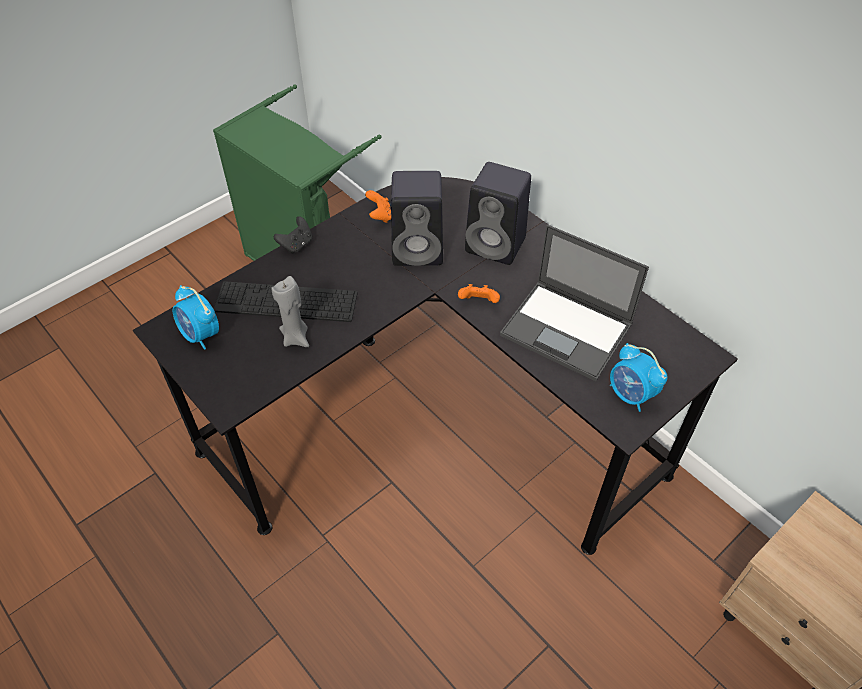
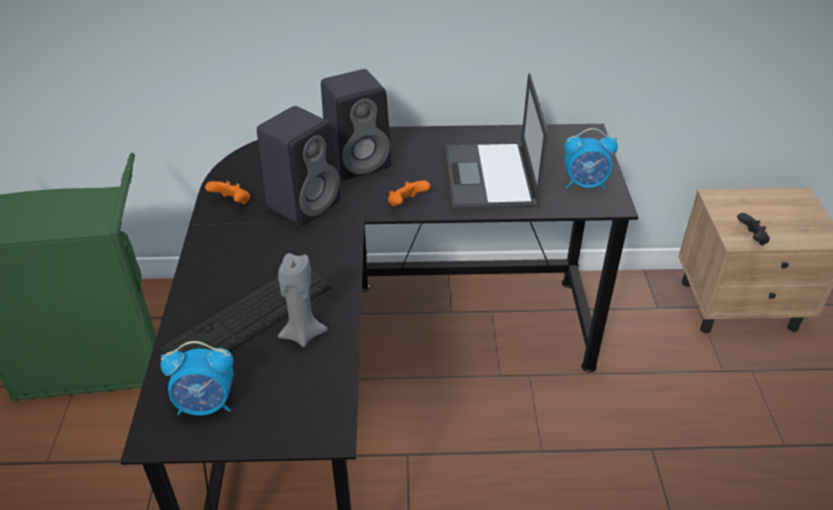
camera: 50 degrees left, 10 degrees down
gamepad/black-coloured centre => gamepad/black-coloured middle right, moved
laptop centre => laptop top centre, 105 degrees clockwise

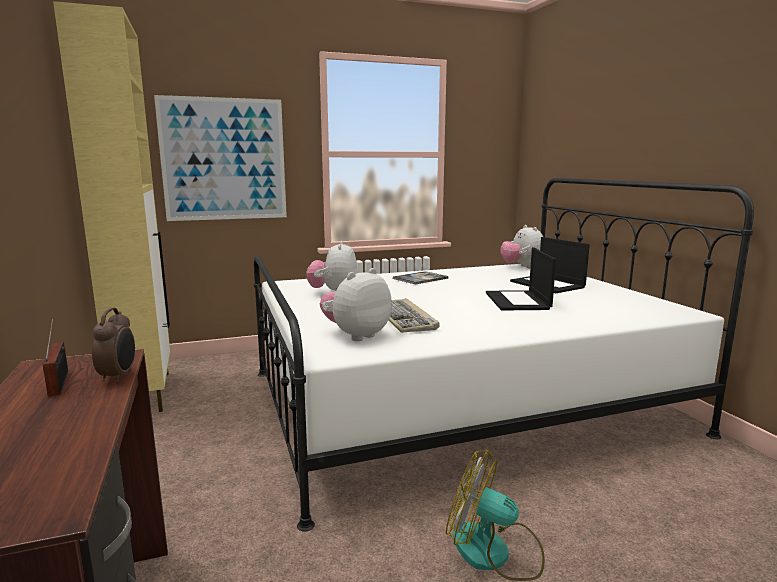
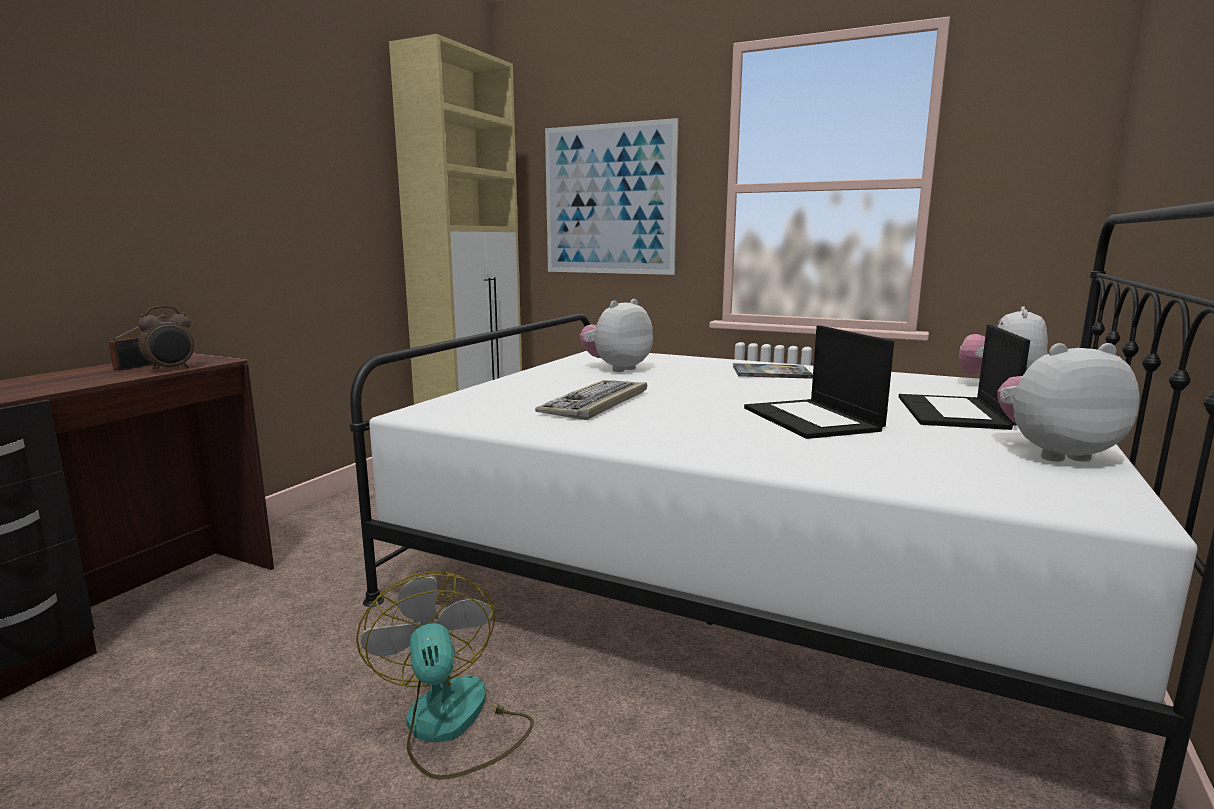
camera: 45 degrees right, 0 degrees up
laptop (1st from left) middle right, 60 degrees counterclockwise
plush toy (2nd from left in the first image) centre => plush toy (3rd from left) middle right, moved

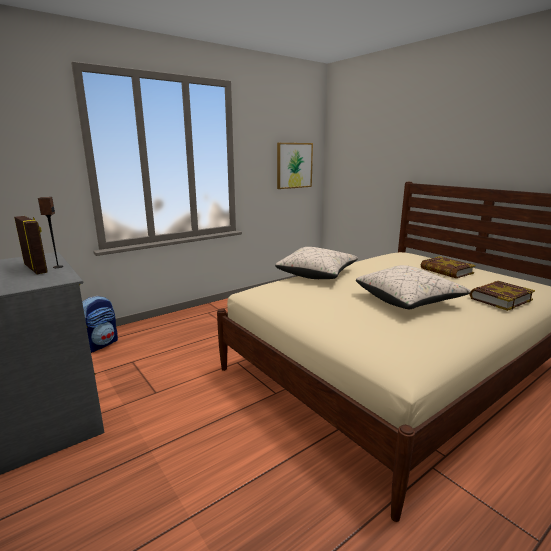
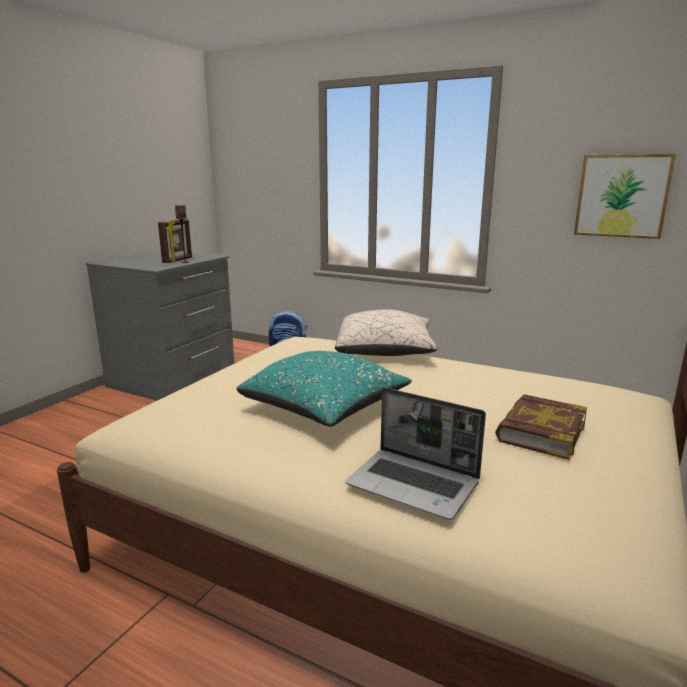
camera: 65 degrees right, 0 degrees up
pillow/beige-coloured (2nd from left) middle right => pillow/blue-green centre
book (2nd from left) middle right => laptop centre

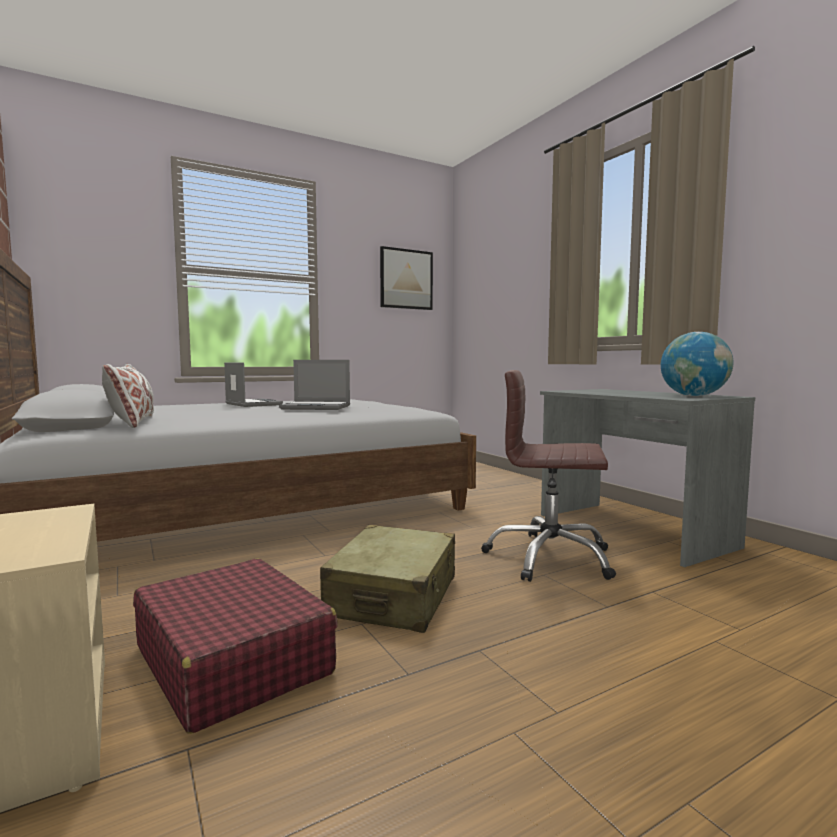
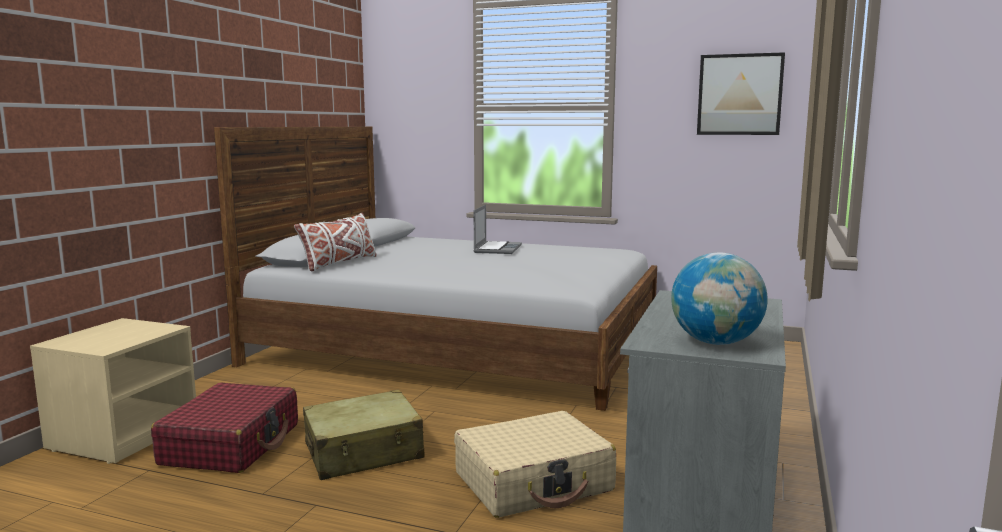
camera: 50 degrees right, 5 degrees up
laptop (2nd from left) centre => nothing
desk chair/brownish centre => travel case/beige-coloured (2nd from left) bottom centre

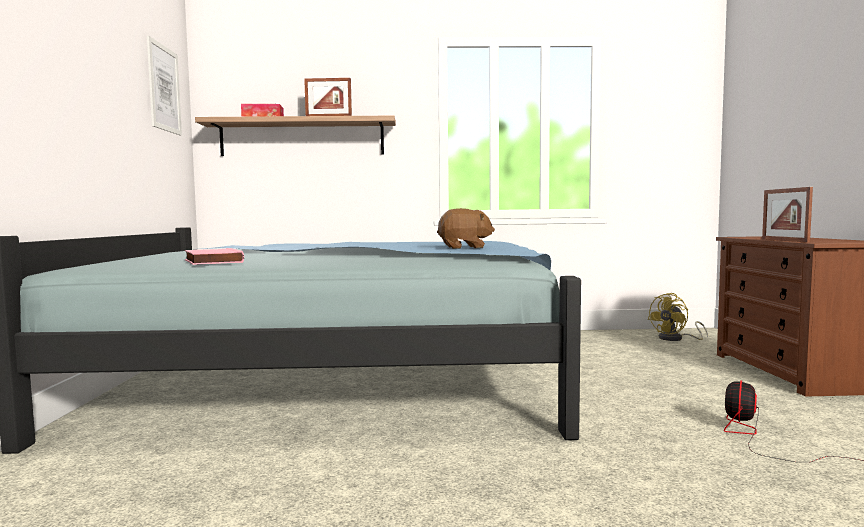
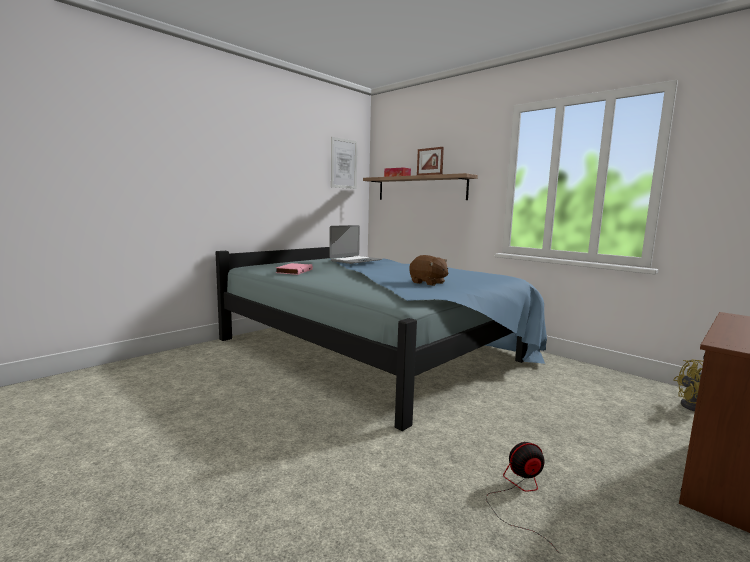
camera: 45 degrees right, 5 degrees up
picture frame (2nd from left) middle right => nothing
nothing => laptop centre

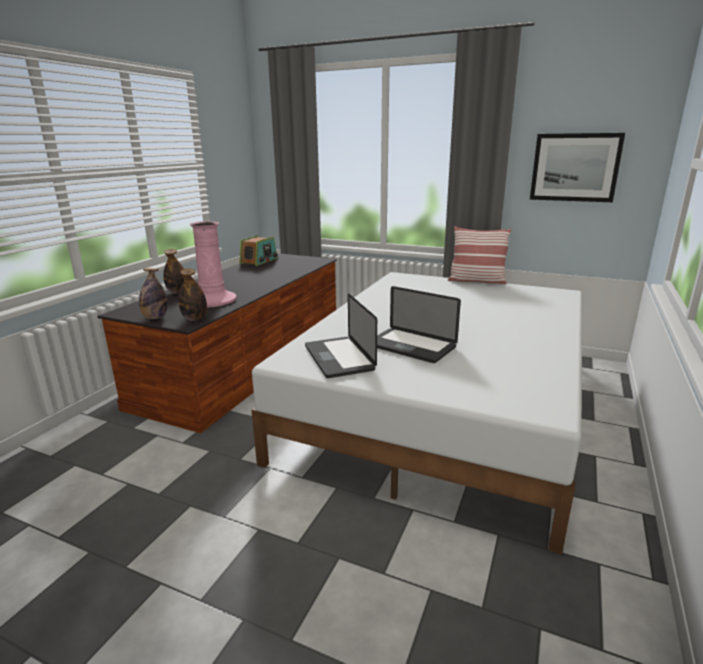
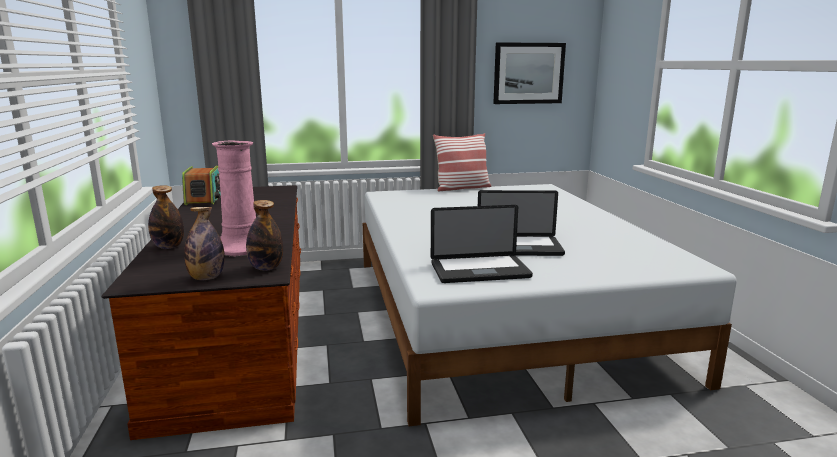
camera: 35 degrees left, 5 degrees down
laptop (1st from left) centre, 45 degrees counterclockwise

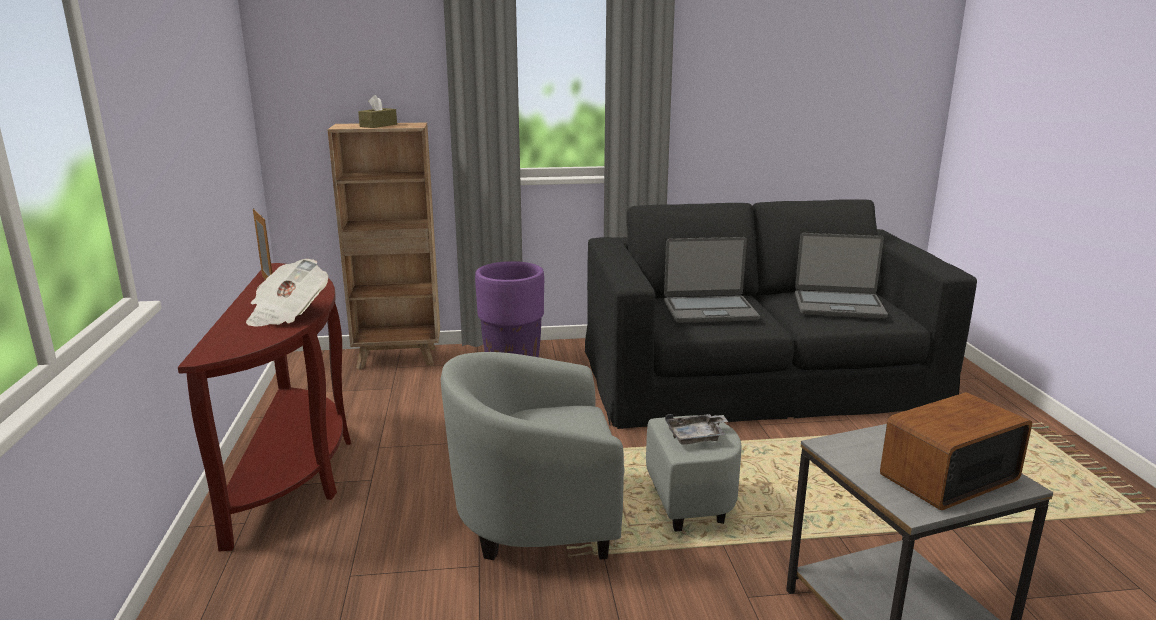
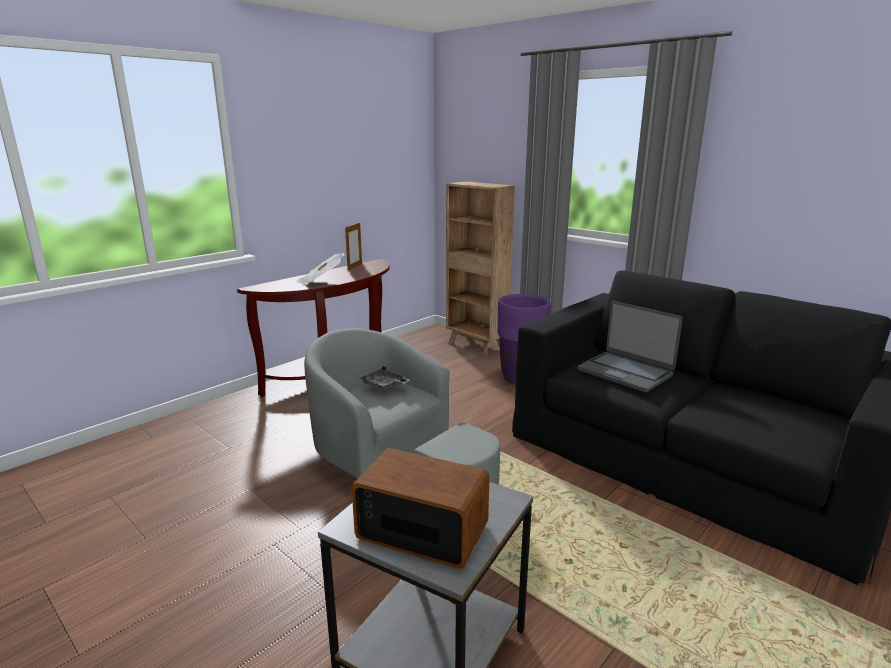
camera: 50 degrees right, 0 degrees up
box of tissues/brownish top left => nothing
laptop (2nd from left) middle right => nothing
carrying tray/greyish bottom centre => carrying tray/greyish centre, moved

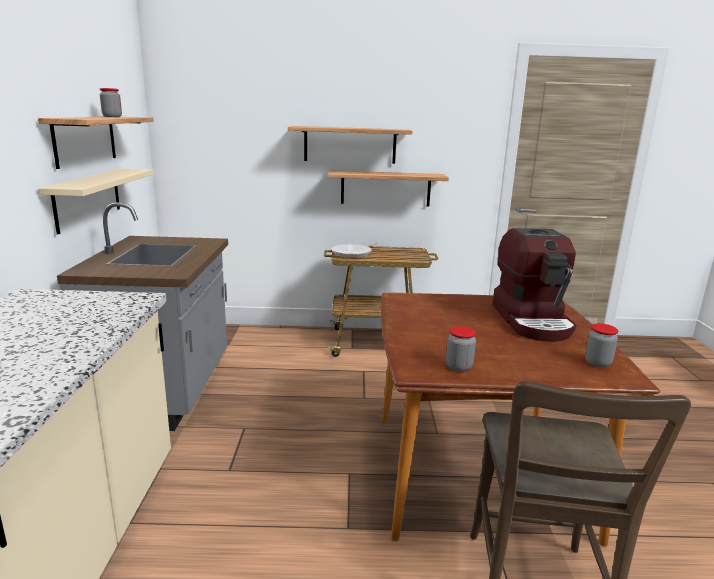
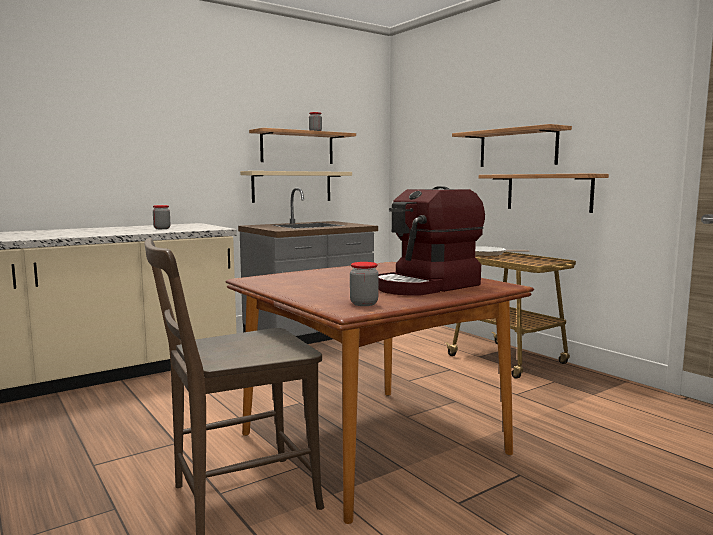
camera: 55 degrees right, 10 degrees down
preserve jar (2nd from left in the first image) centre => preserve jar (1st from left) middle left, moved

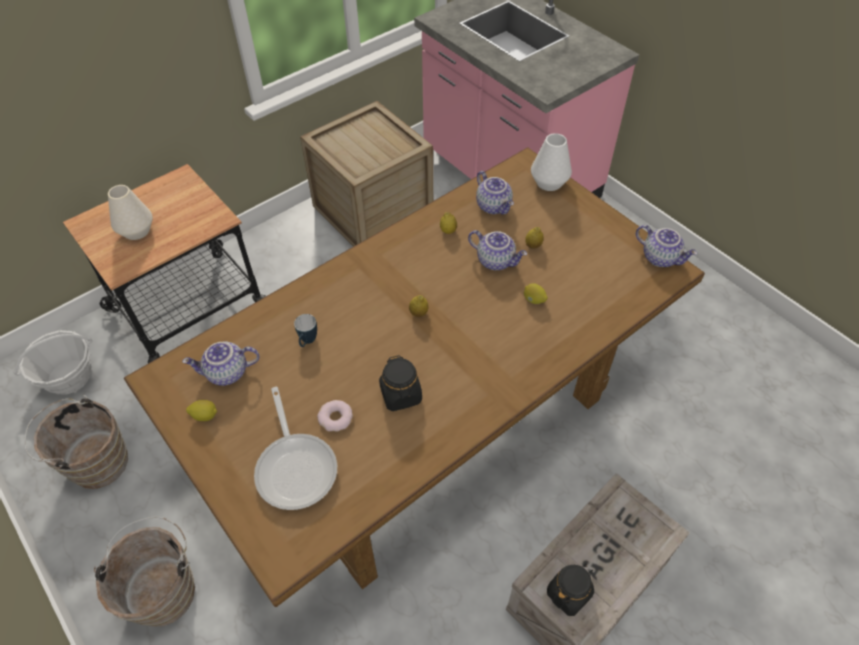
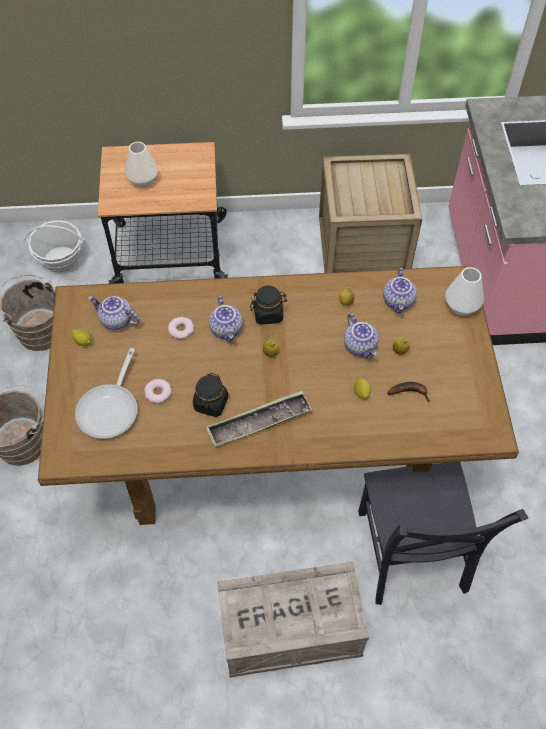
camera: 35 degrees right, 5 degrees up
tea pot (4th from left in the first image) middle right => tea pot (2nd from left) centre, moved
tea mug centre => doughnut (2nd from left) middle left
preserve jar/black-coloured (2nd from left) bottom centre => preserve jar/black-coloured (2nd from left) centre, moved
nothing => banana fruit middle right
nothing => carrying tray centre
nothing => upright chair/black-coloured bottom right

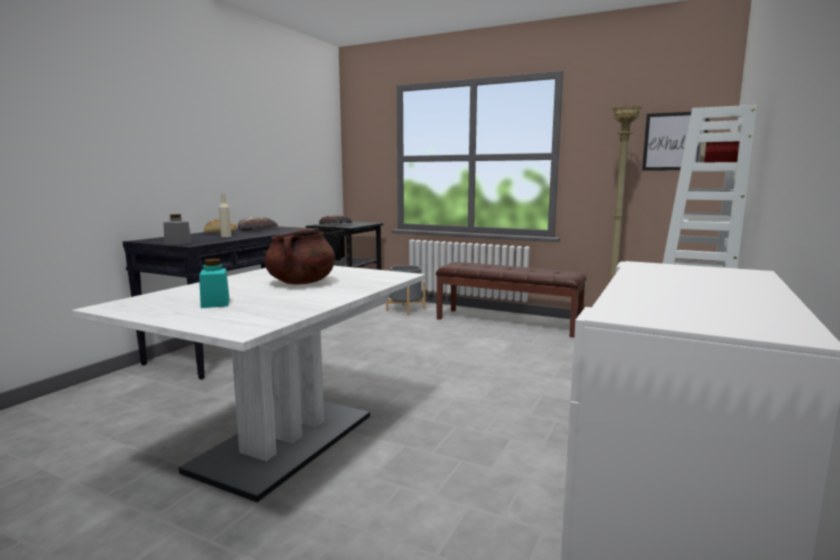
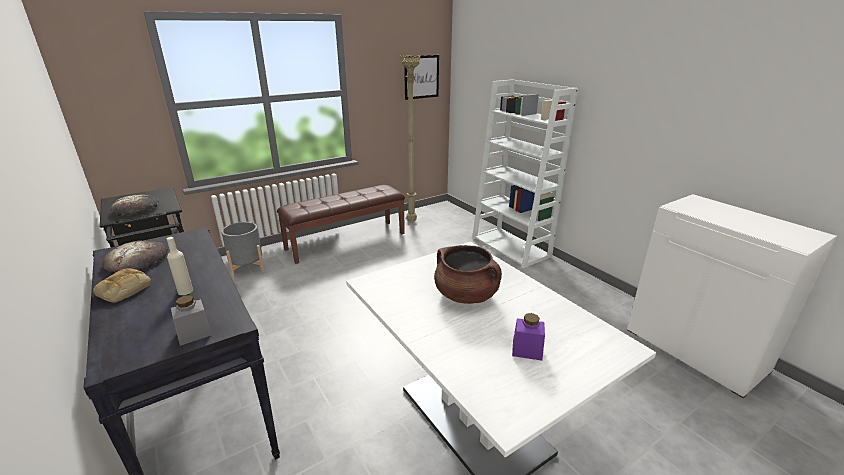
camera: 60 degrees left, 15 degrees up
preserve jar/blue-green middle left => preserve jar/purplish bottom centre

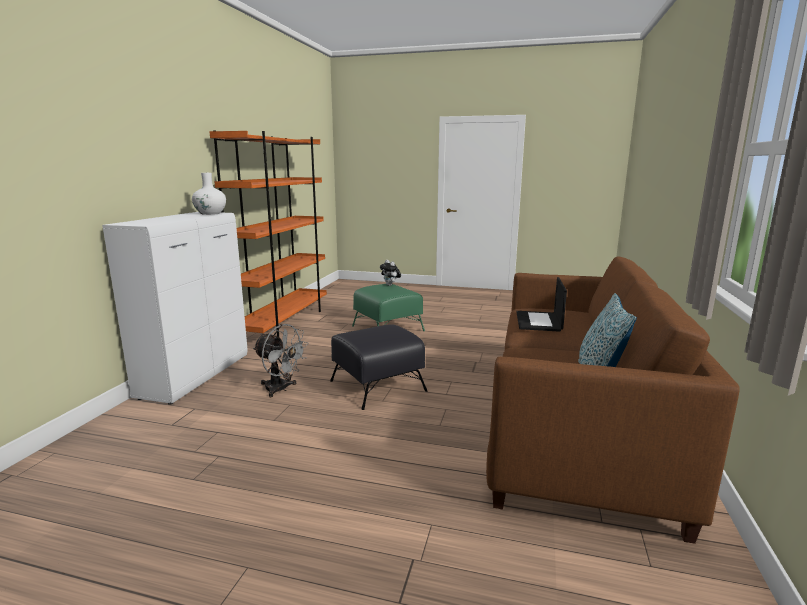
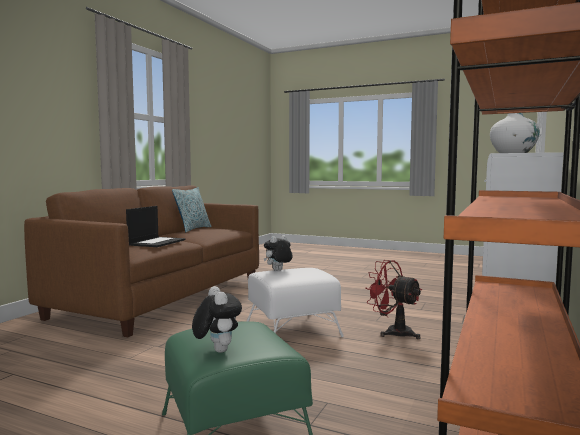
camera: 170 degrees left, 10 degrees down
fan/greyish centre => fan/red bottom right
ottoman/black-coloured centre => ottoman/whitish bottom centre
nothing => plush toy (2nd from left) centre

